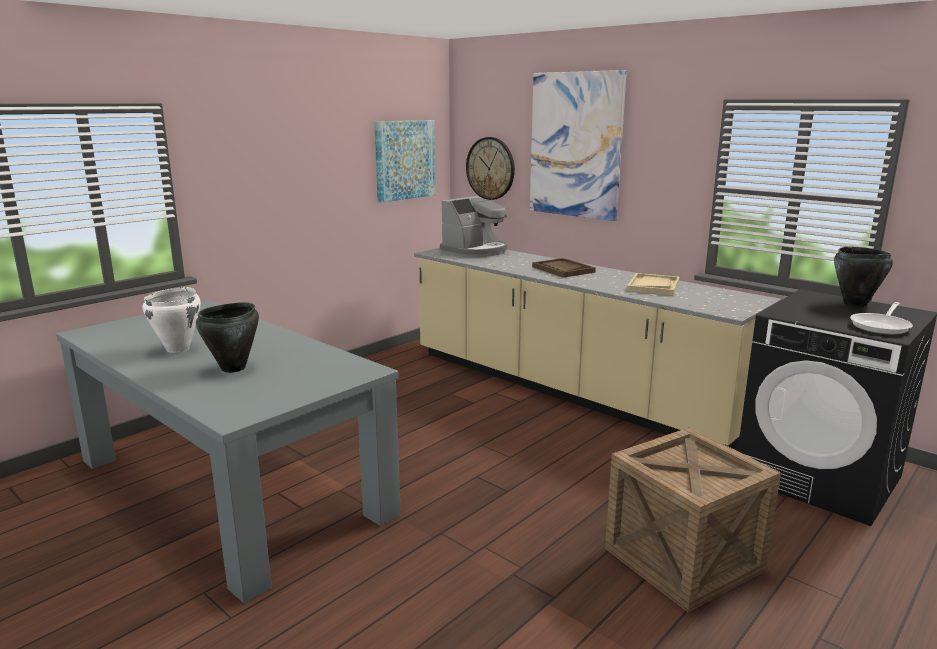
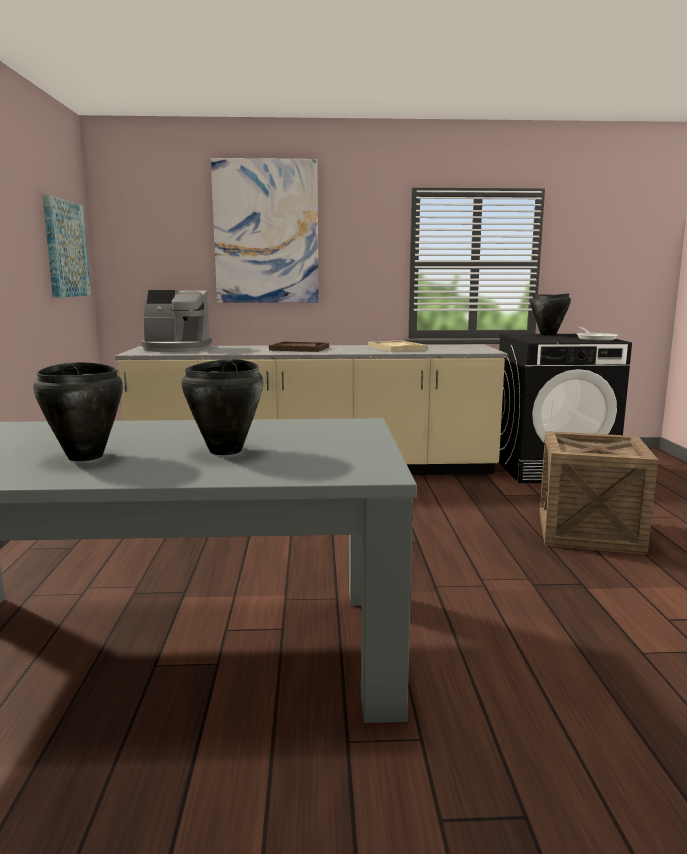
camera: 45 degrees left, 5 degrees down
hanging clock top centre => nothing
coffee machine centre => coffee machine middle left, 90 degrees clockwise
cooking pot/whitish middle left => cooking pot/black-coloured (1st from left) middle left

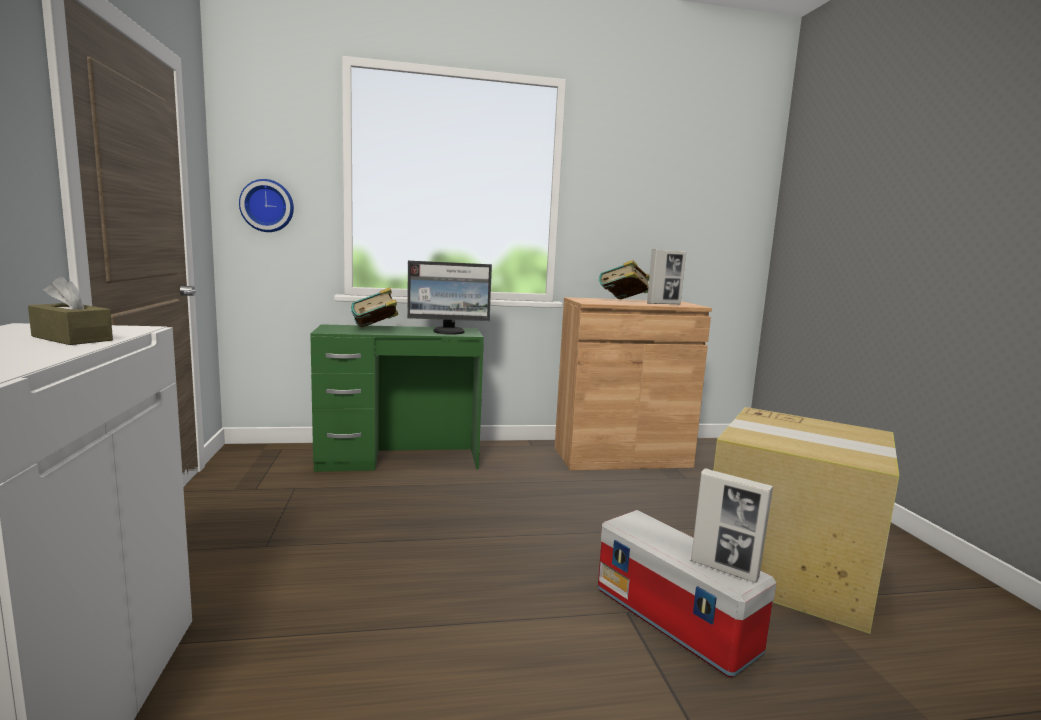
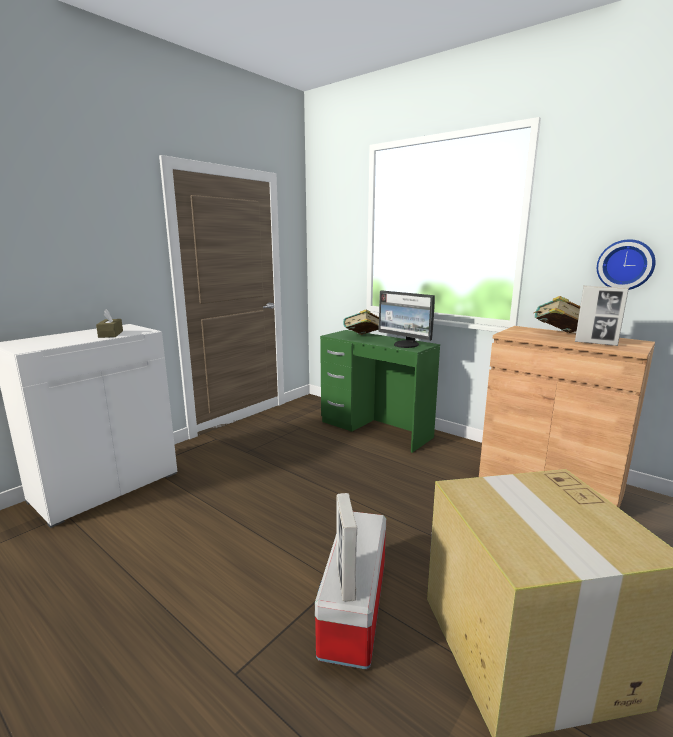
camera: 50 degrees right, 5 degrees up
hanging clock top left => hanging clock middle right, moved

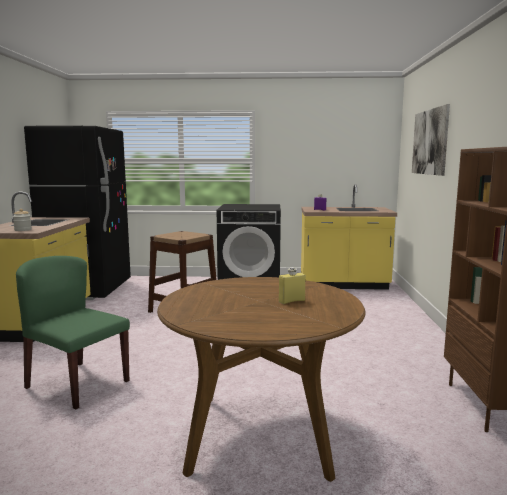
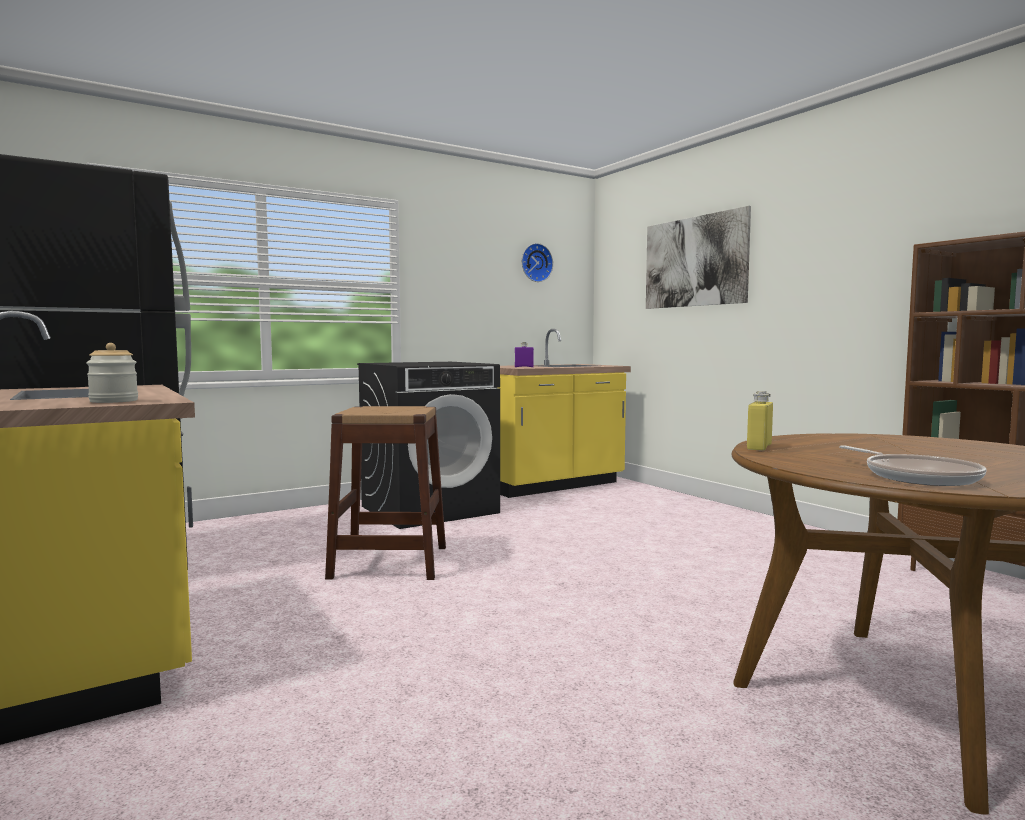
camera: 35 degrees left, 5 degrees down
upright chair/green bottom left => nothing
bottle/yellowish centre => bottle/yellowish middle right, moved
nothing => hanging clock top centre
nothing => pan middle right

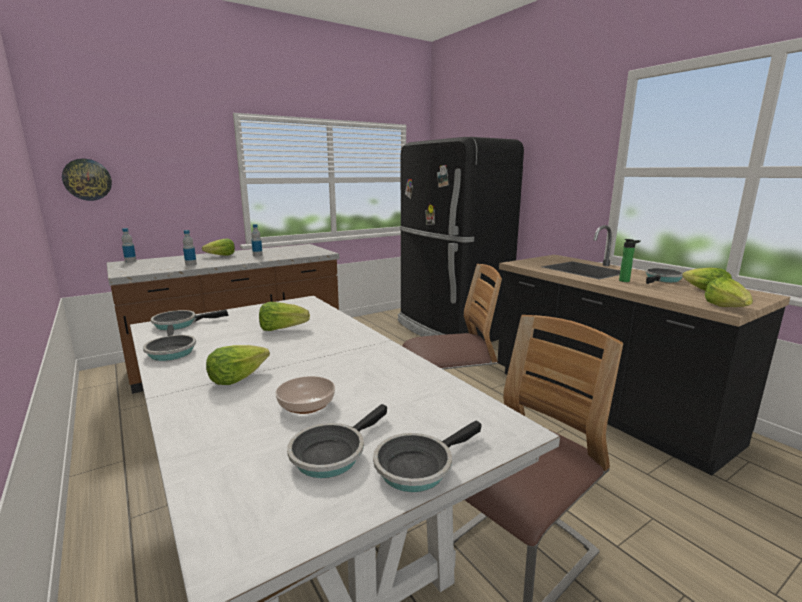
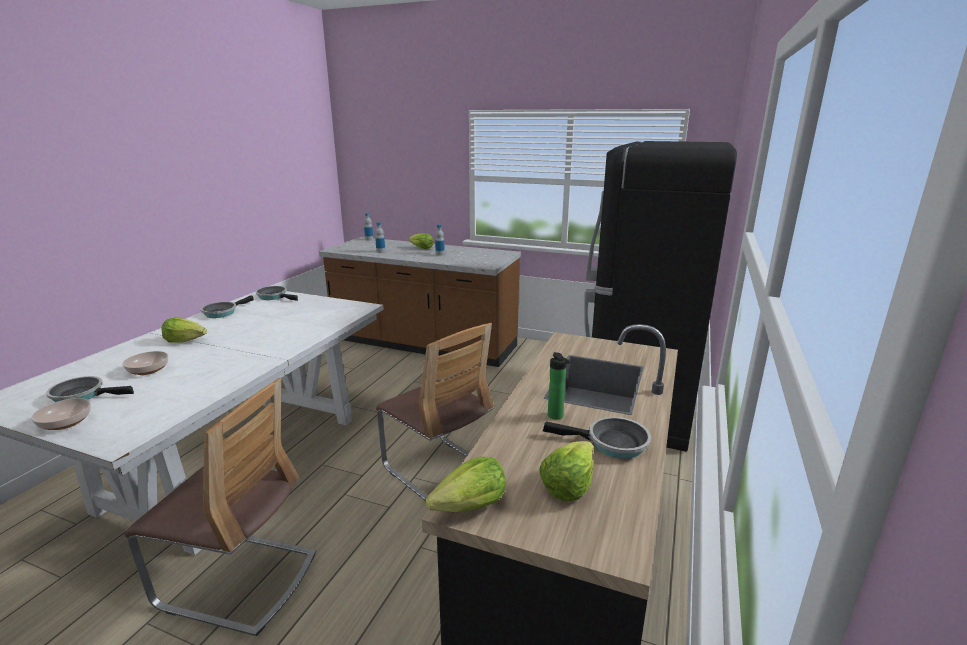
camera: 55 degrees right, 5 degrees up
hanging clock top left => nothing
head of lettuce (3rd from left) centre => nothing
pan (4th from left) bottom centre => deep dish (1st from left) middle left

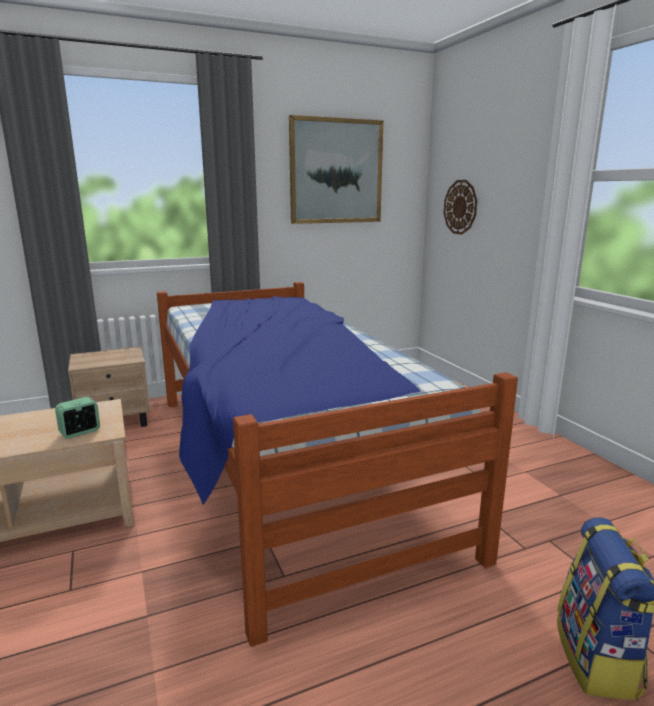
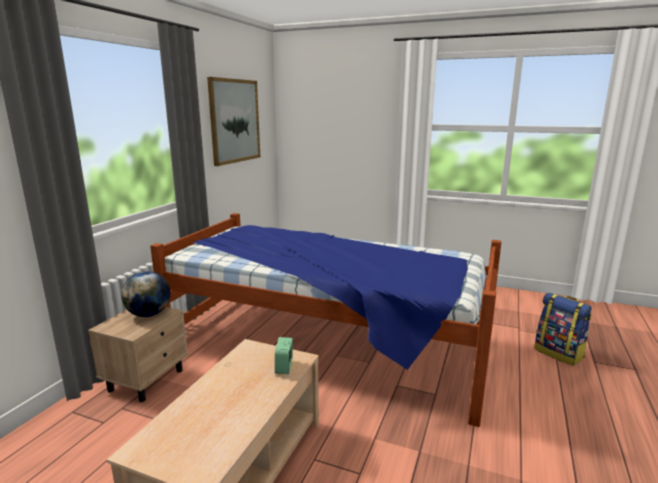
camera: 45 degrees left, 0 degrees up
hanging clock top right => nothing
nothing => world globe middle left

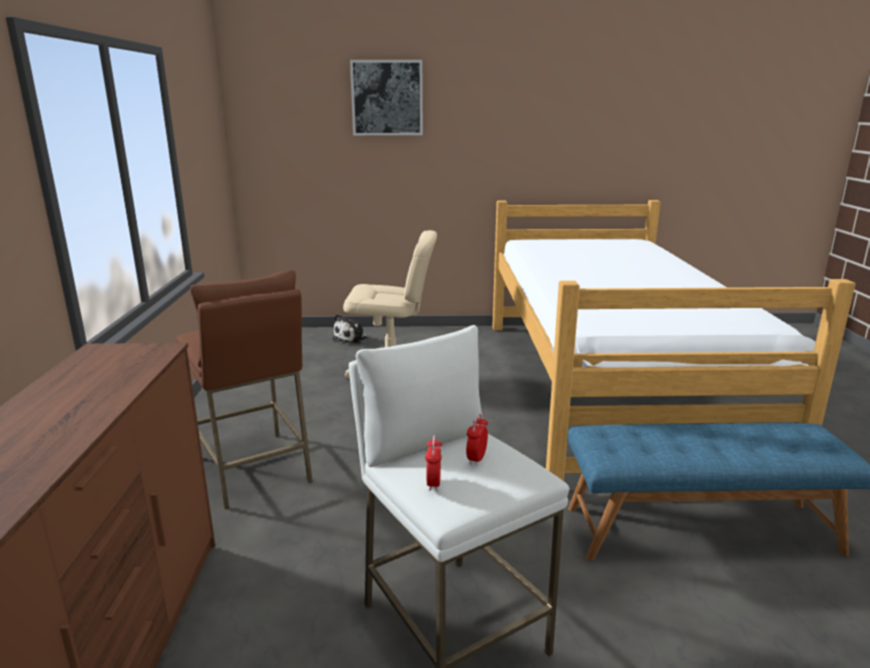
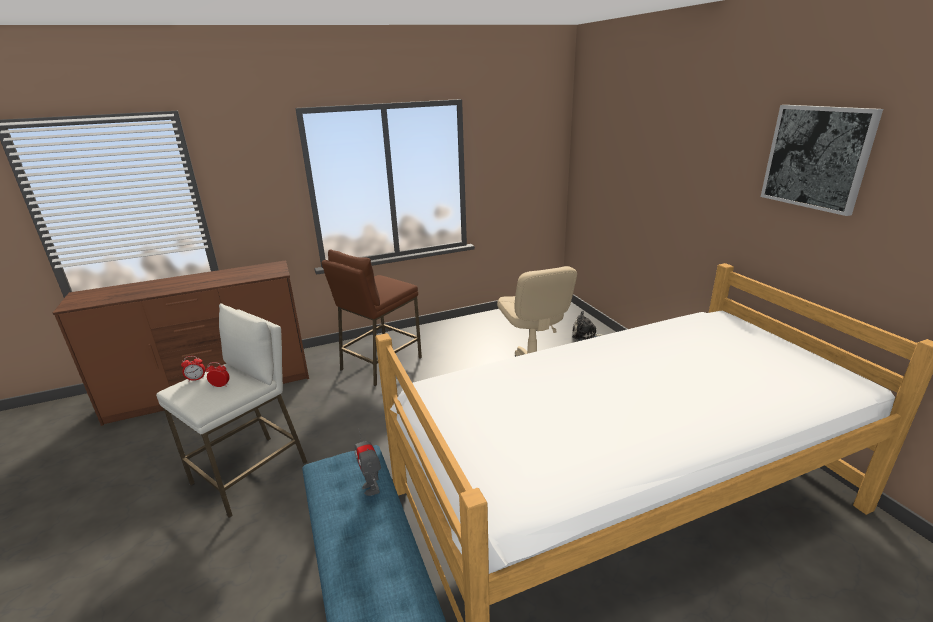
camera: 70 degrees right, 5 degrees up
wall art top centre => wall art top right, moved
nothing => model robot bottom centre

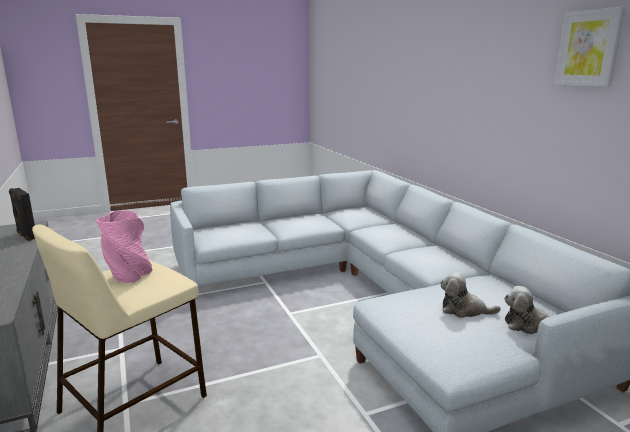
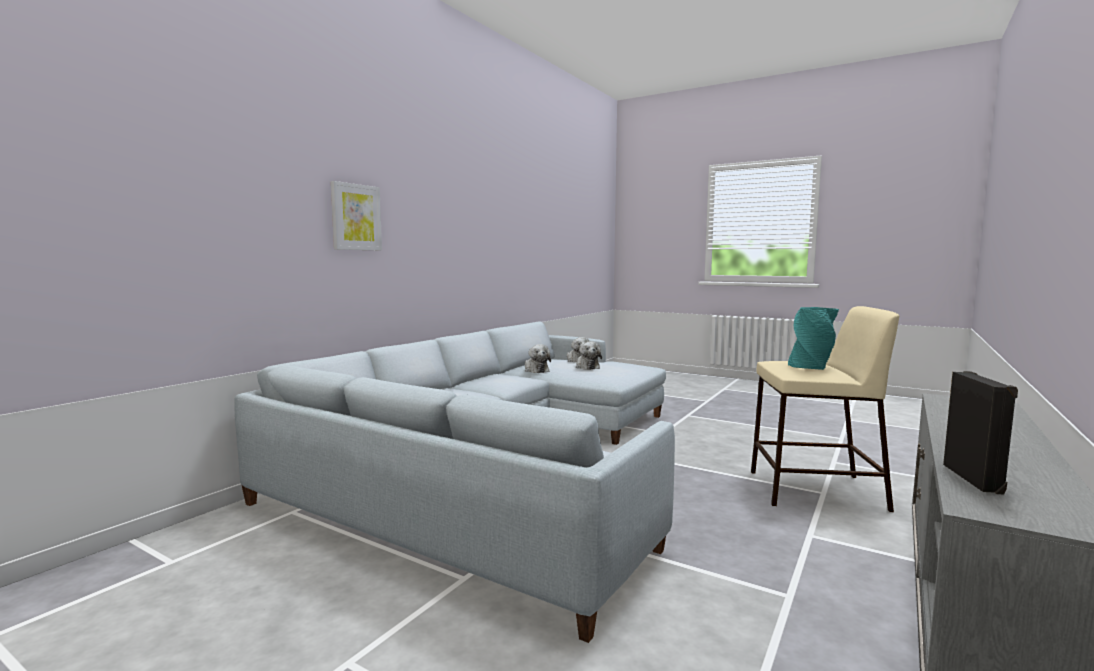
camera: 125 degrees left, 10 degrees down
wall art top right => wall art top left, moved
vase/pink middle left => vase/blue-green middle right
nothing => plush toy (1st from left) centre

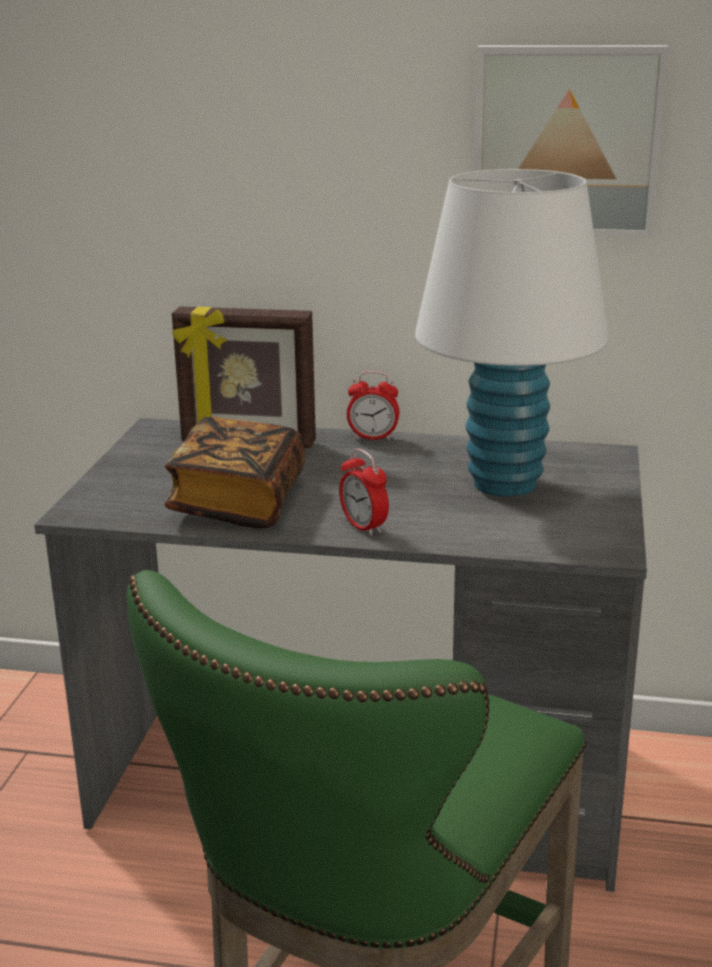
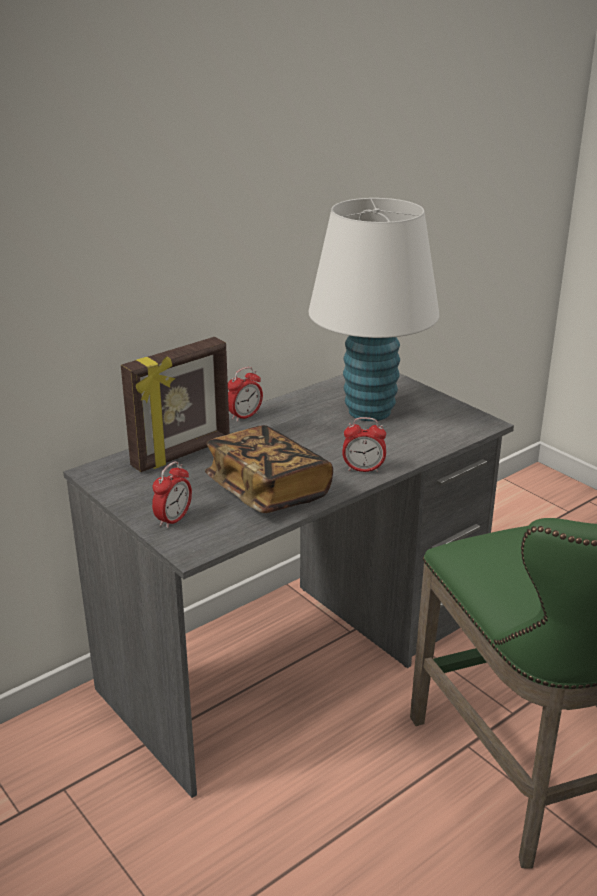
camera: 50 degrees left, 5 degrees up
wall art top right => nothing
nothing => alarm clock (1st from left) middle left

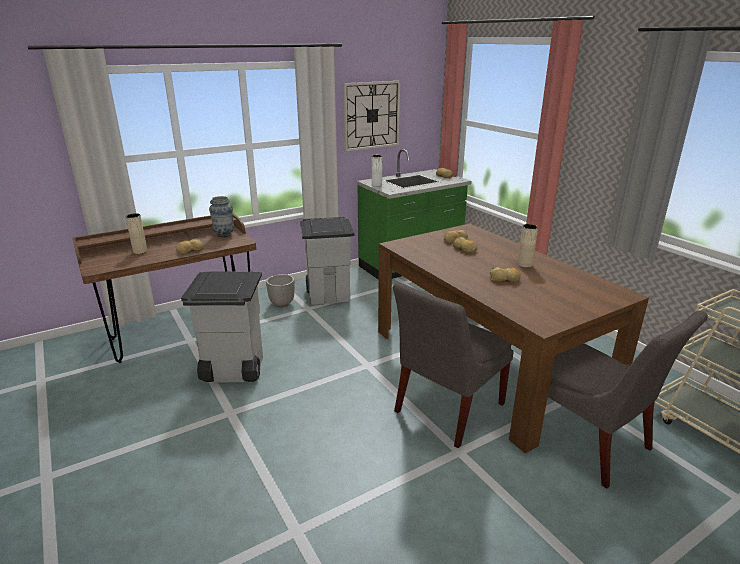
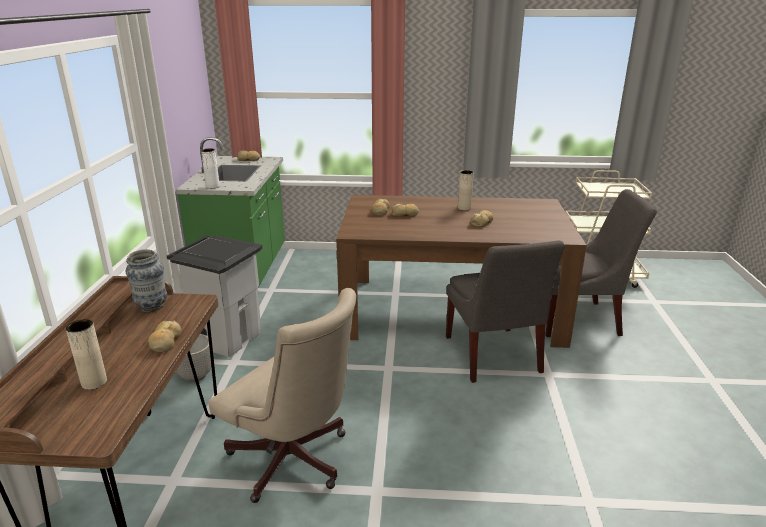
camera: 55 degrees left, 0 degrees up
hanging clock top centre => nothing
trash can/greyish (1st from left) middle left => desk chair/beige-coloured bottom centre

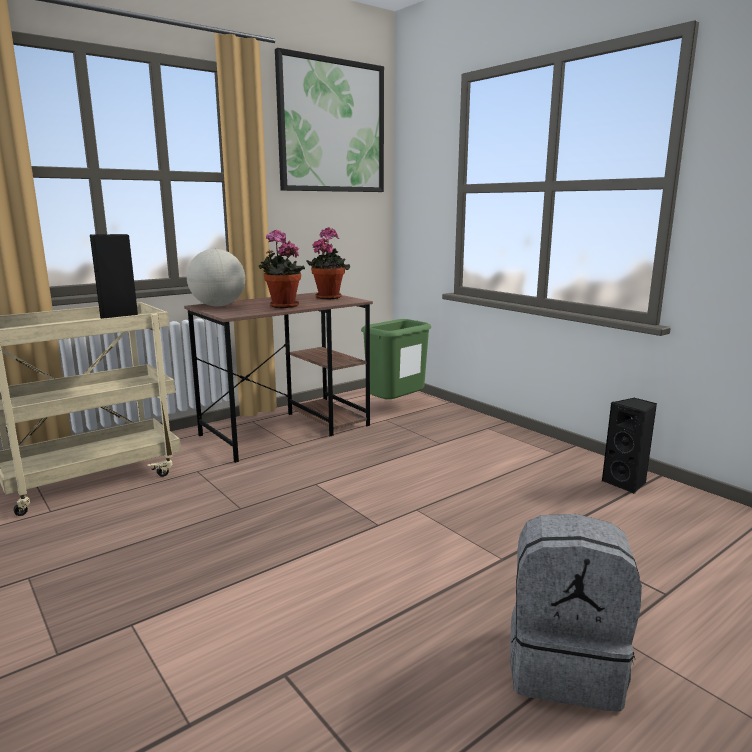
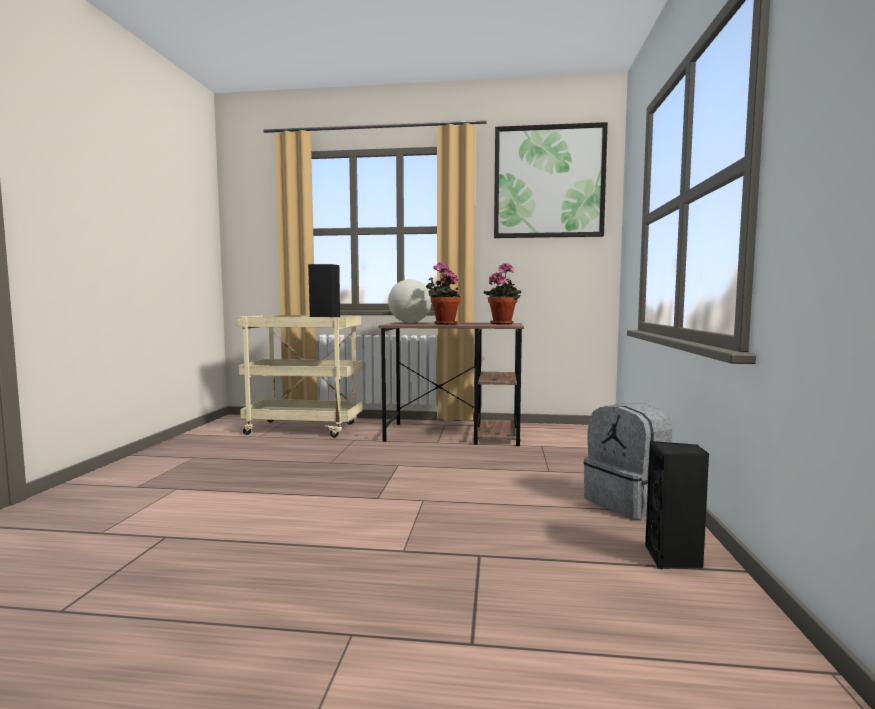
camera: 45 degrees right, 10 degrees down
trash can/green centre => nothing
rucksack/greyish bottom right => rucksack/greyish middle right, moved

